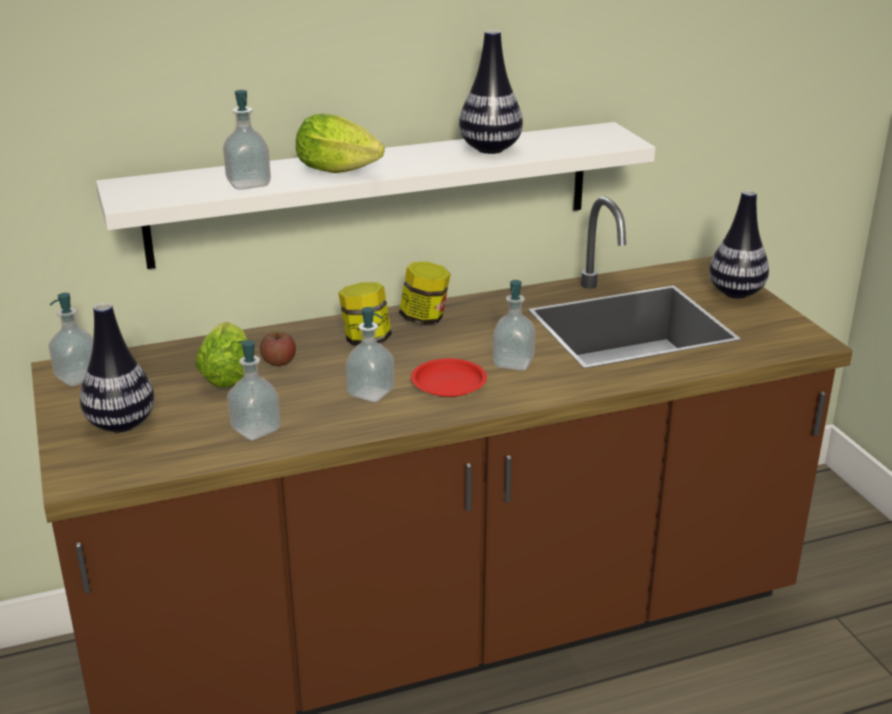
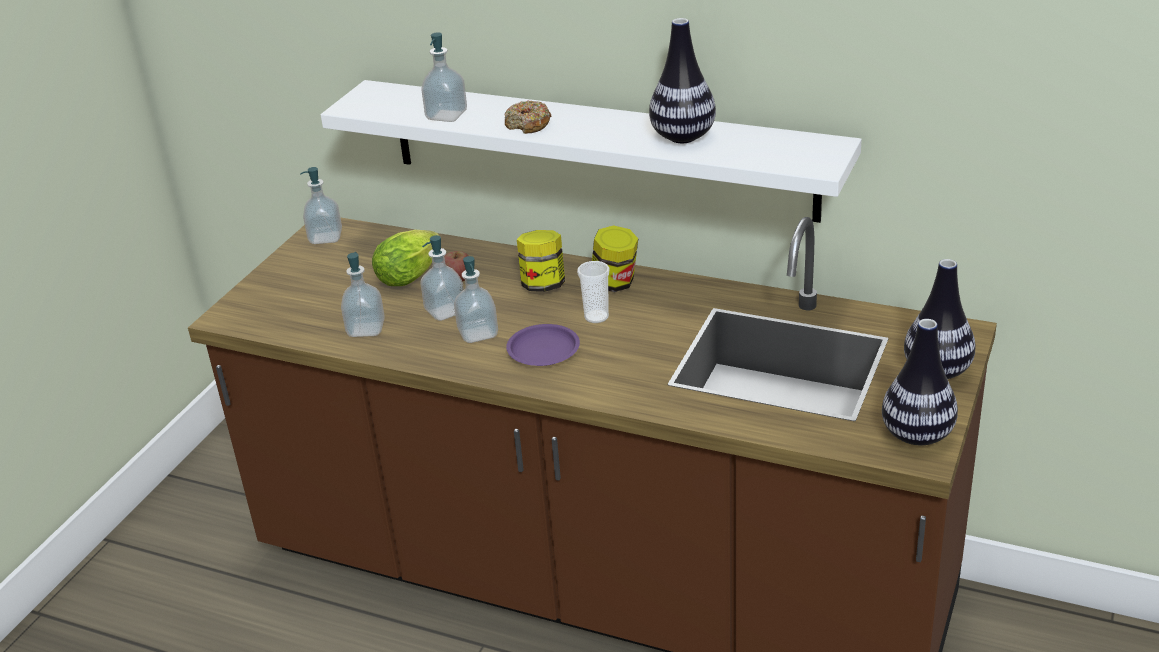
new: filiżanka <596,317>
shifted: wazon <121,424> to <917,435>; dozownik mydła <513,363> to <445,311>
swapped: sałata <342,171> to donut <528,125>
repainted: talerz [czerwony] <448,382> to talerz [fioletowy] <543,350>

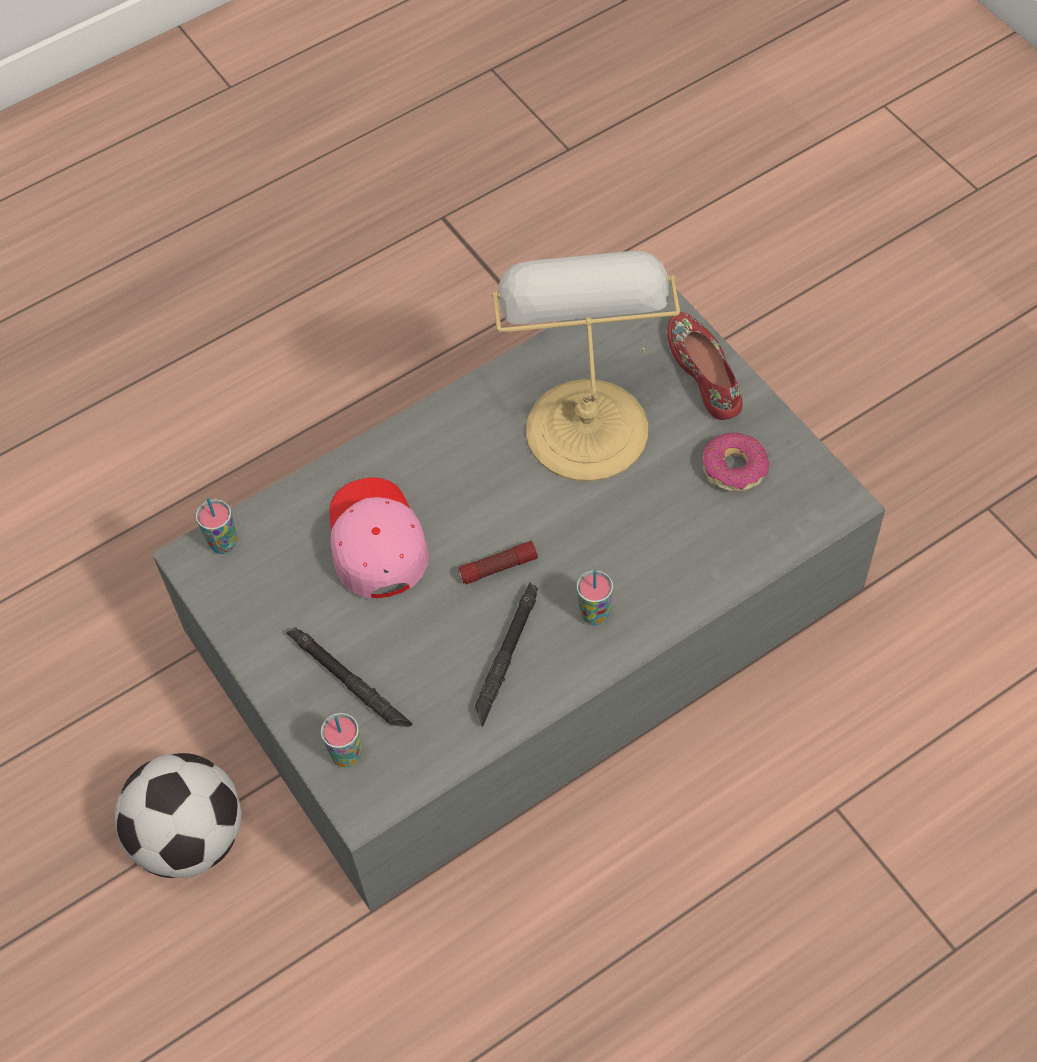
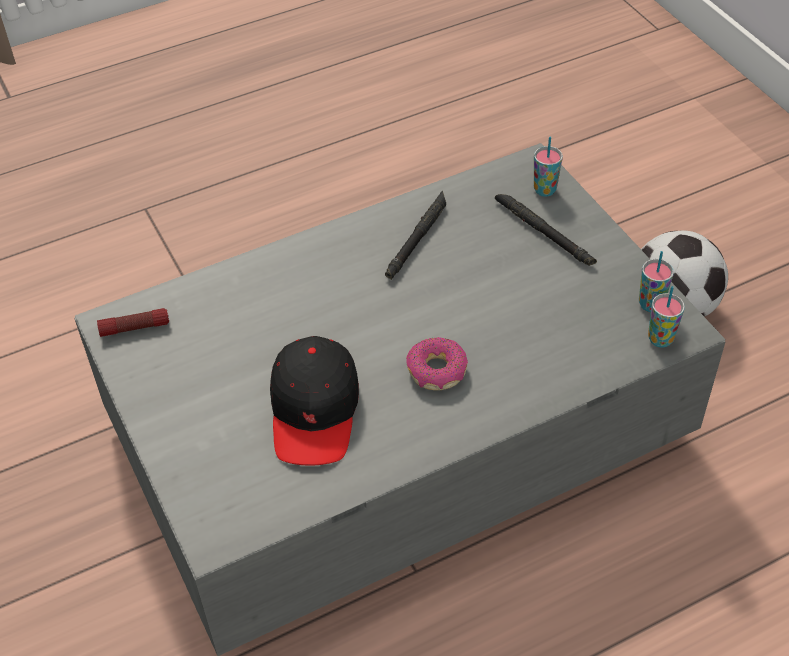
gone: czapka z daszkiem [różowy] <376,542>; but [czerwony] <705,371>
shifted: latarka <498,568> to <135,328>; filiżanka <594,614> to <650,304>; donut <734,468> to <436,371>
swapped: lampa stołowa <585,423> to czapka z daszkiem [czarny] <315,411>

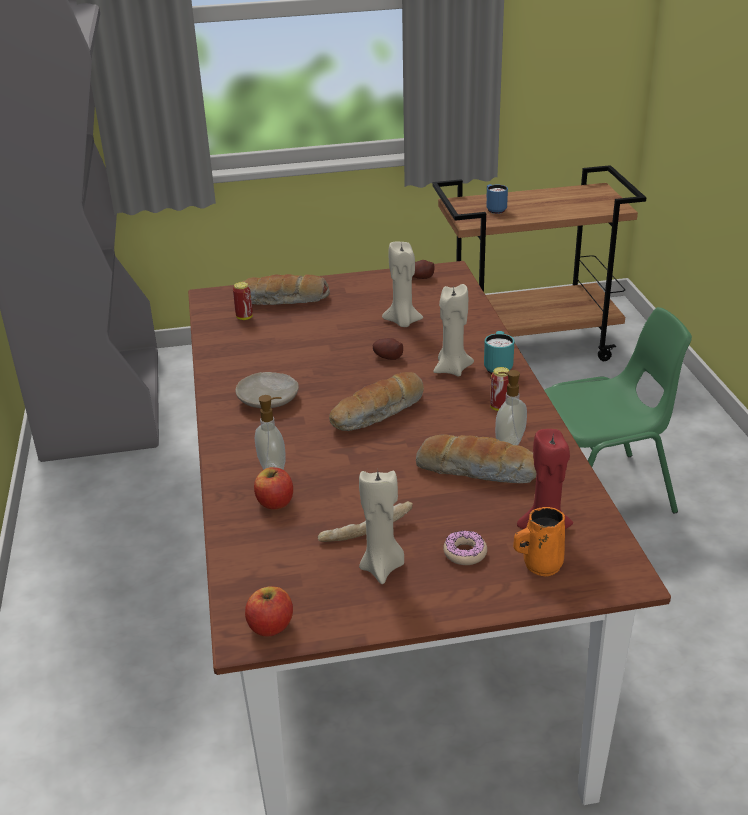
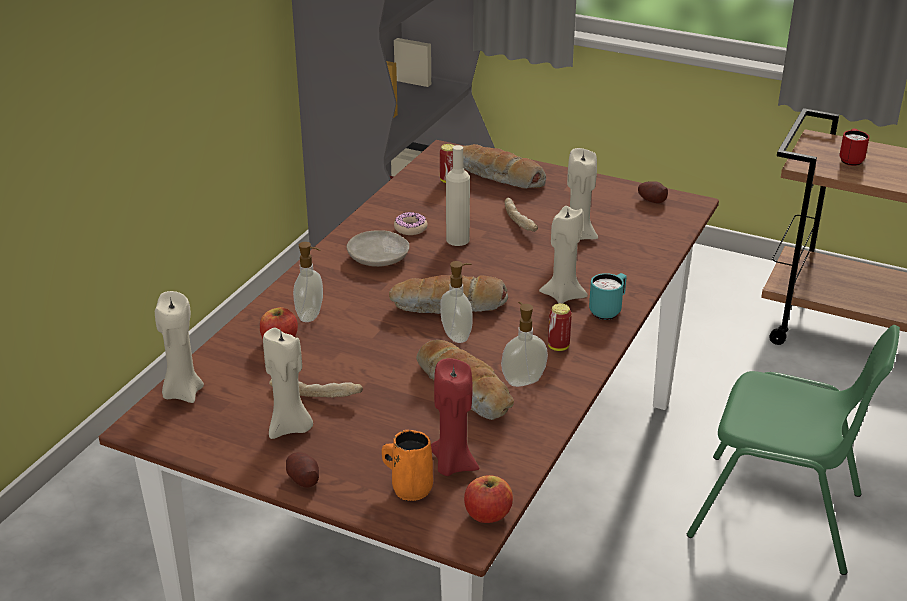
new: świeca [beżowy] <182,392>; dozownik mydła <457,335>; butelka [beżowy] <457,240>; chleb <520,222>
shifted: jabłko <270,626> to <487,514>; ziemniak <387,357> to <303,479>; donut <465,553> to <410,228>
repainted: kubek [niebieski] <494,209> to kubek [czerwony] <851,159>

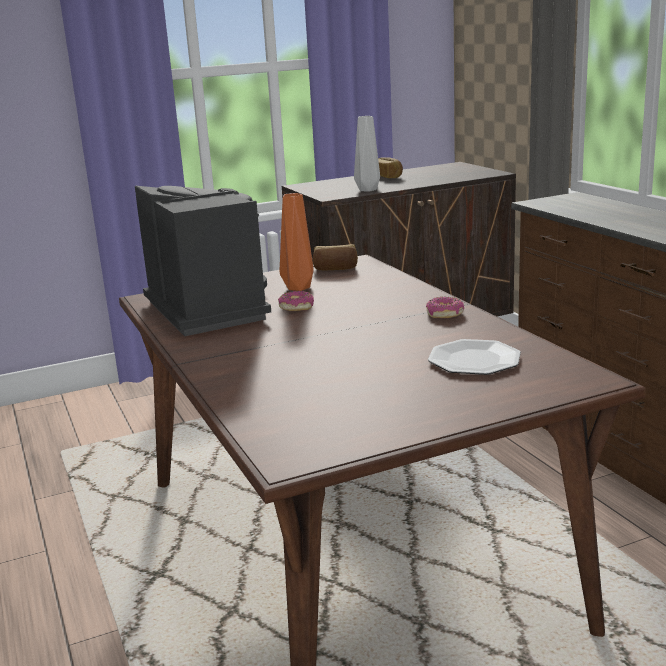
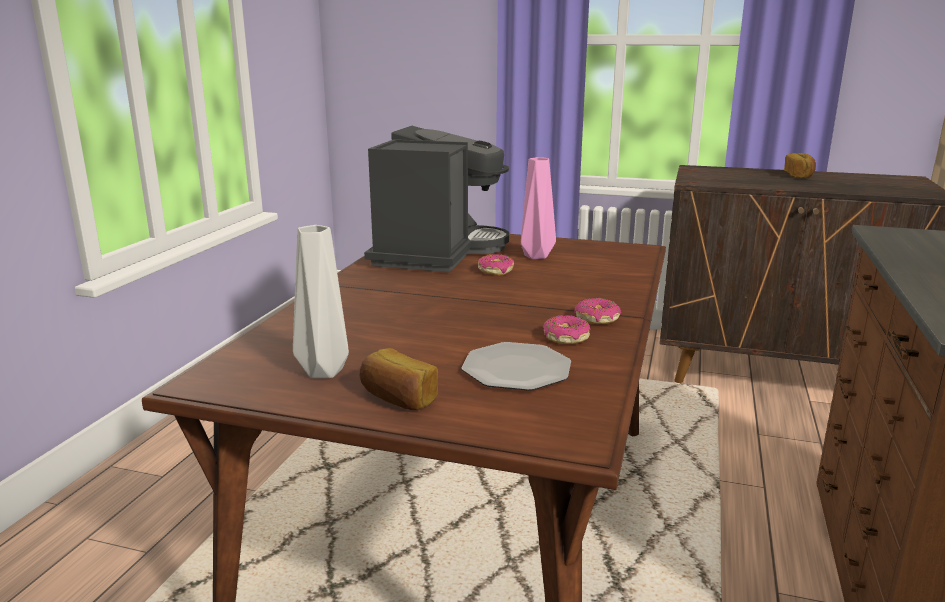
new: donut <565,338>
shifted: chleb <335,268> to <397,398>; wazon [szary] <369,190> to <323,373>
repainted: wazon [pomarańczowy] <300,287> to wazon [różowy] <538,256>

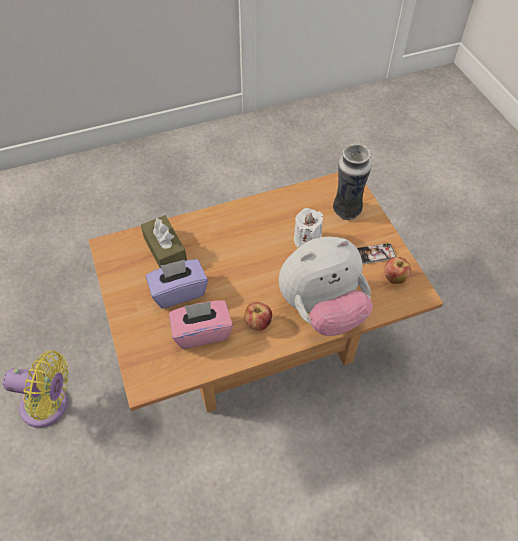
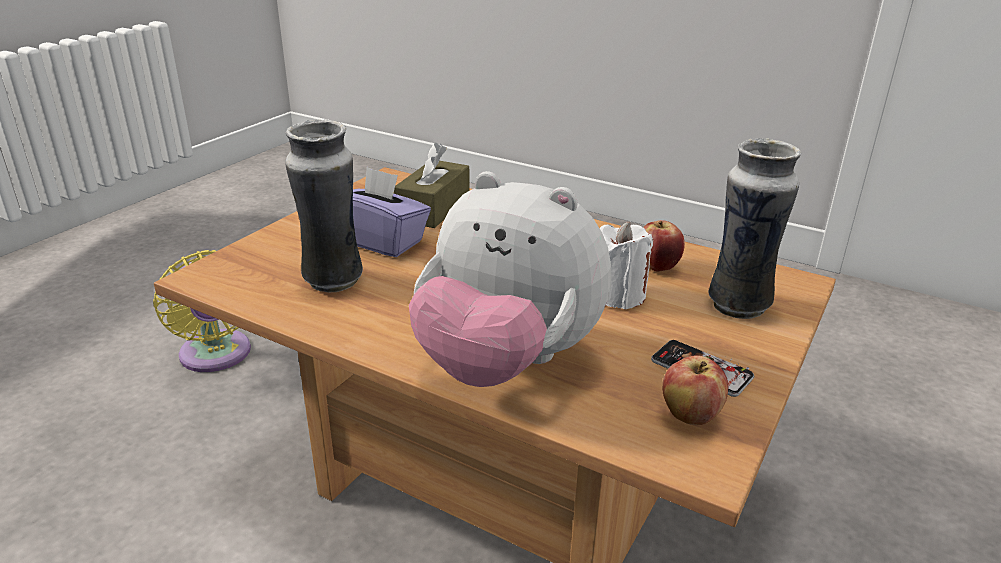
shifted: jabłko <258,323> to <657,266>
swapped: pudełko chusteczek [różowy] <202,332> to wazon <332,281>

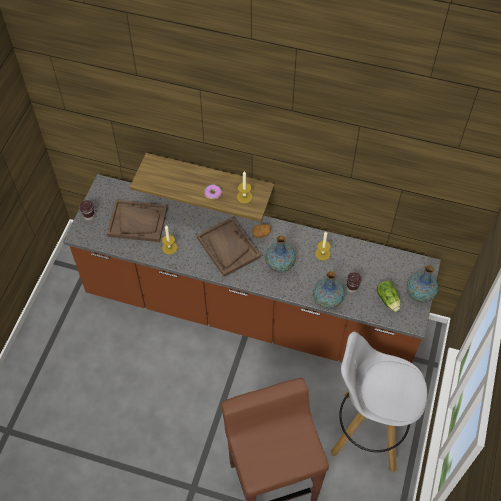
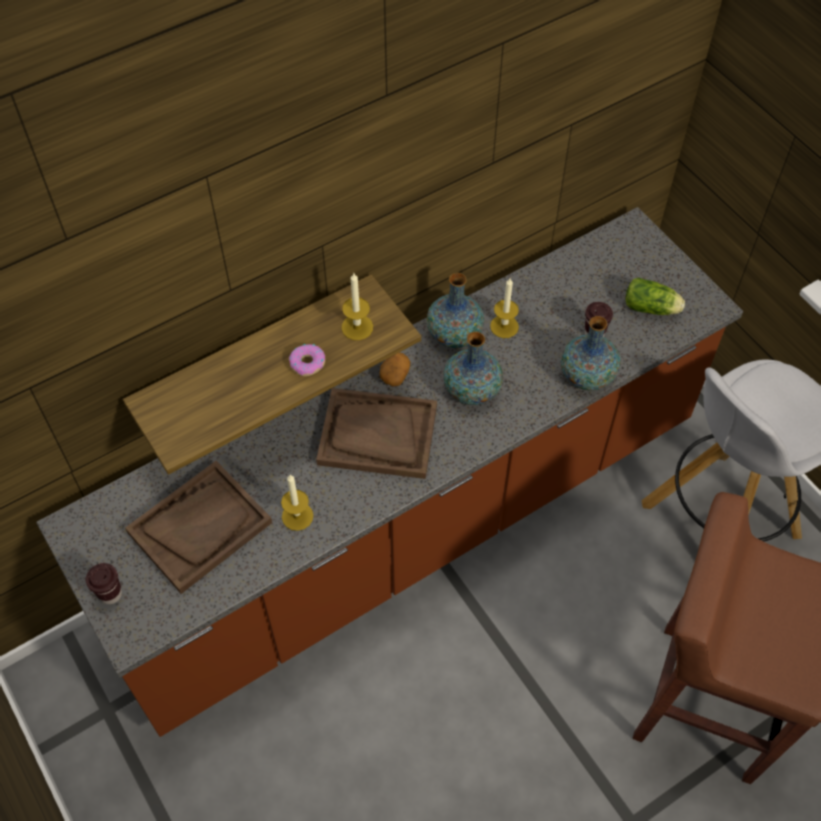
shifted: wazon <420,293> to <454,335>

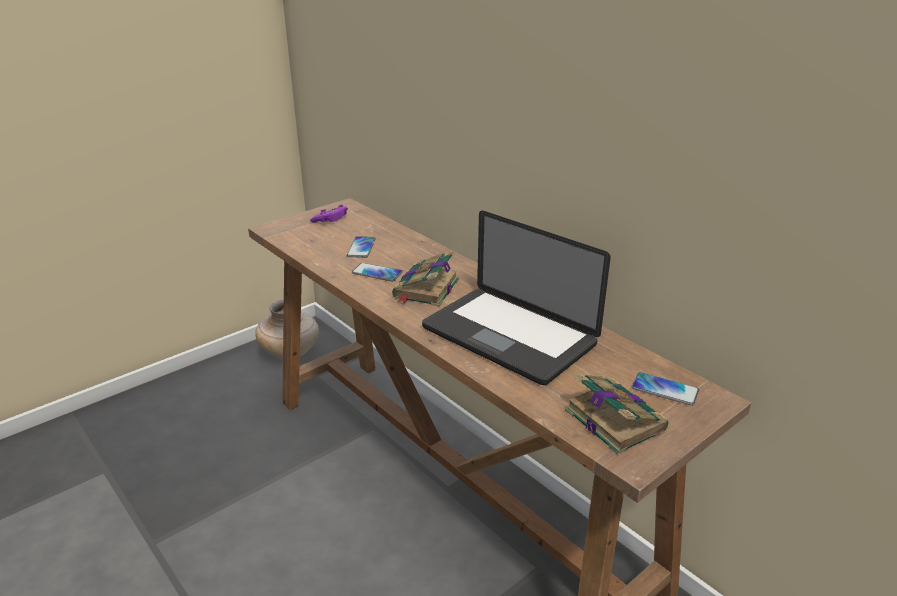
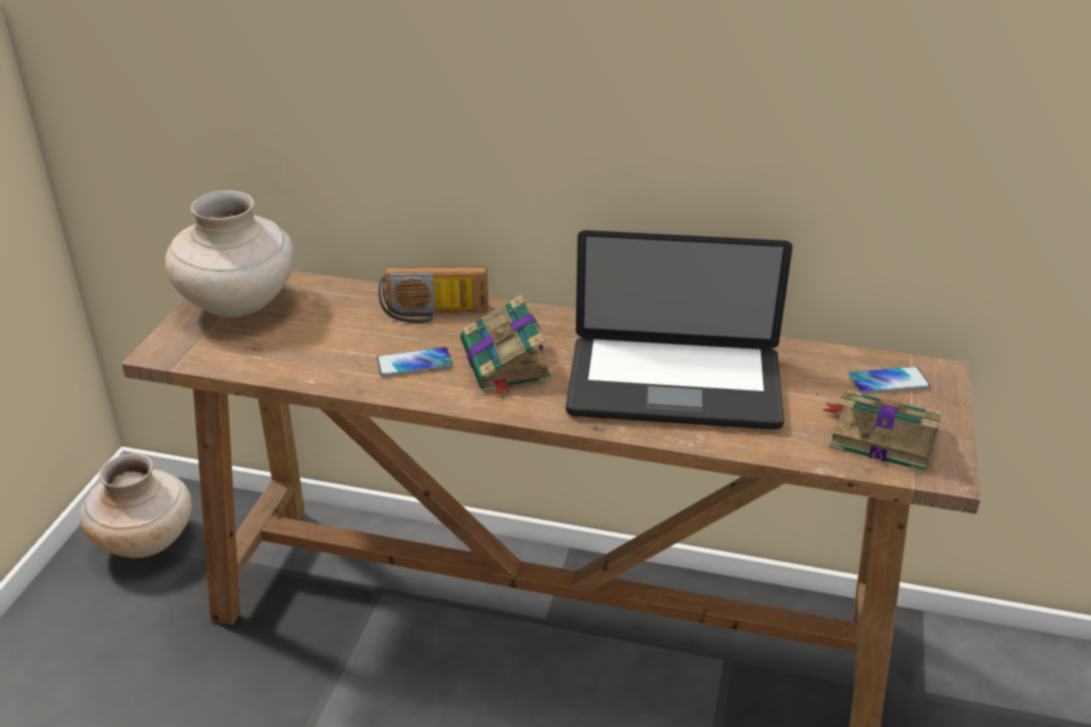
gone: telefon <361,248>
new: radio <434,314>
swapped: pad do gier [fioletowy] <331,219> to wazon [beżowy] <239,304>

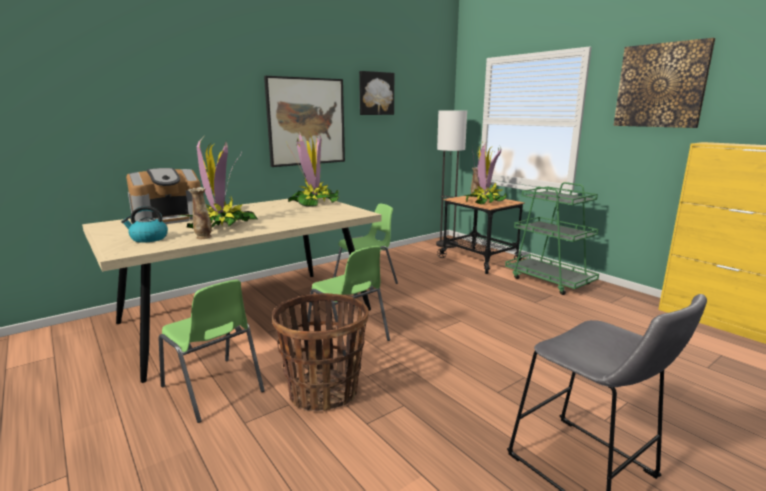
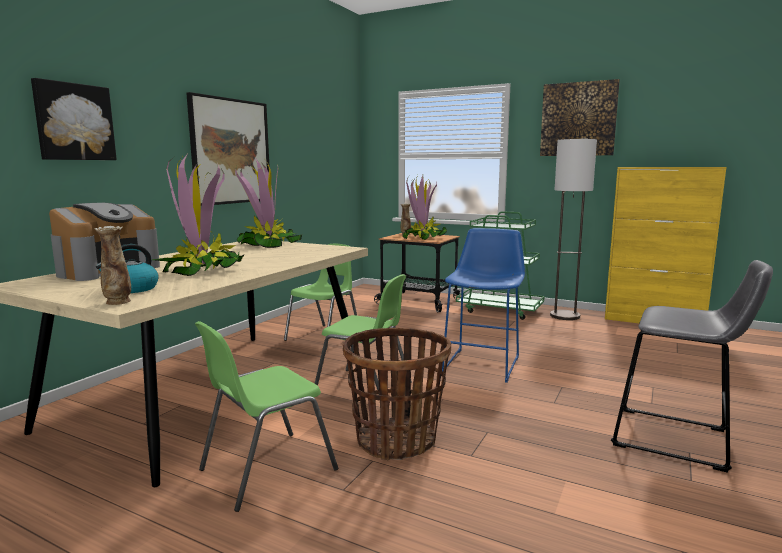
new: stołek [niebieski] <483,363>
shifted: wazon <203,237> to <117,302>; obraz <376,93> to <74,122>; lampa stojąca <447,244> to <565,316>
rotated: krzesło [zielony] <213,389> = <265,469> 120 degrees clockwise

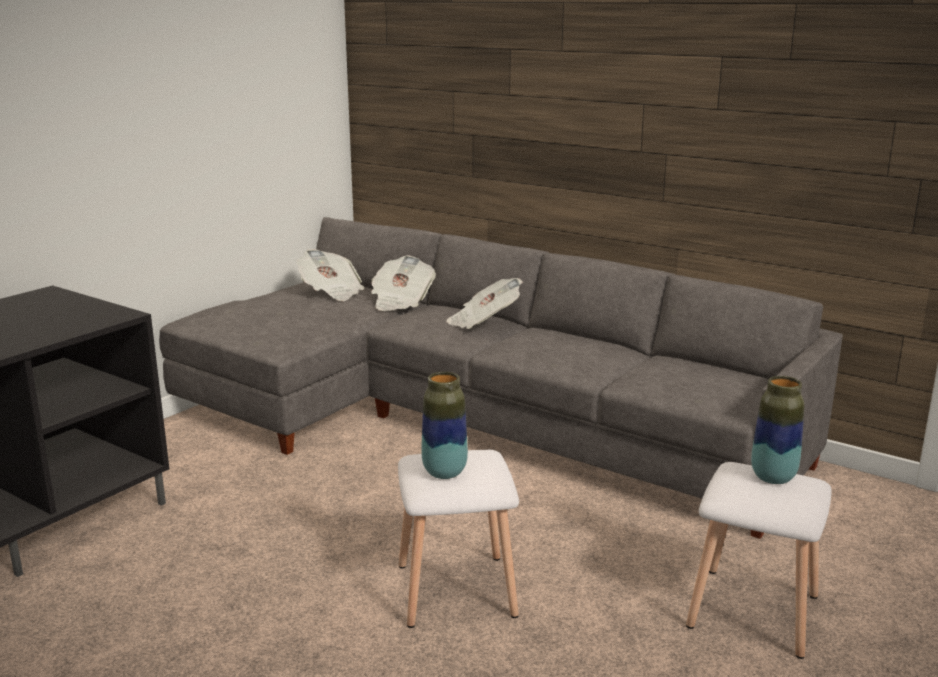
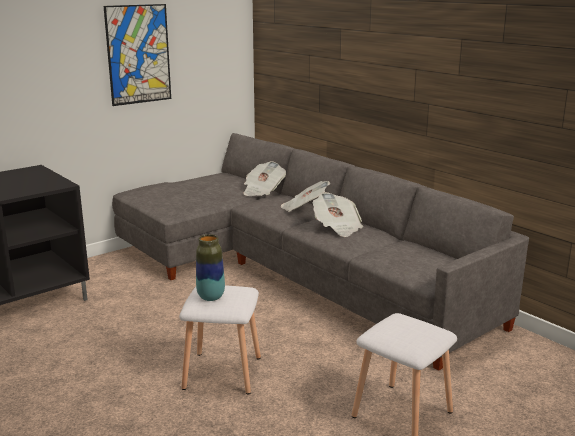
gone: wazon <773,478>
new: obraz <138,54>
shifted: gazeta <331,292> to <337,227>

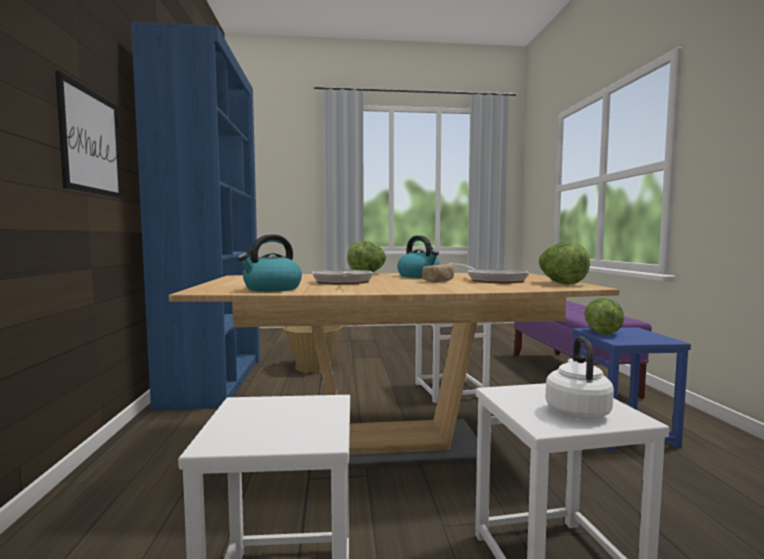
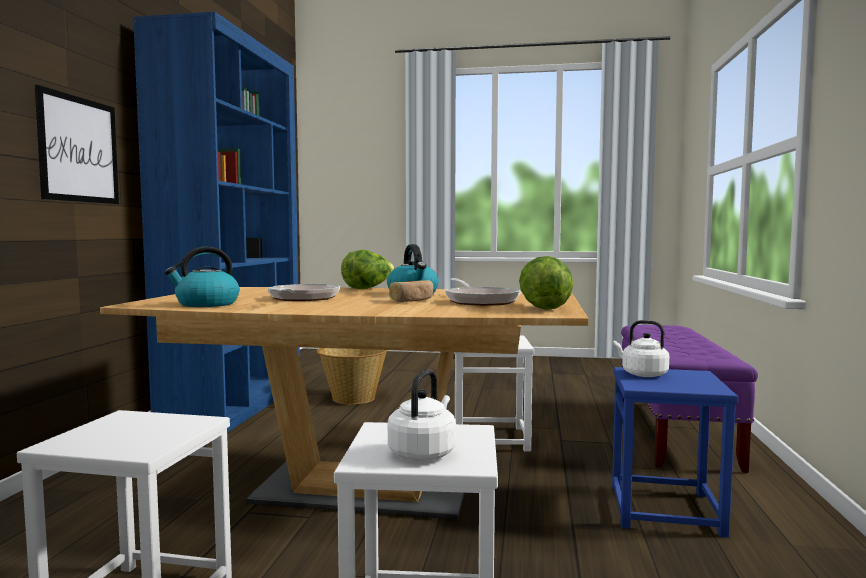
swapped: sałata <602,332> to czajnik [biały] <642,374>

